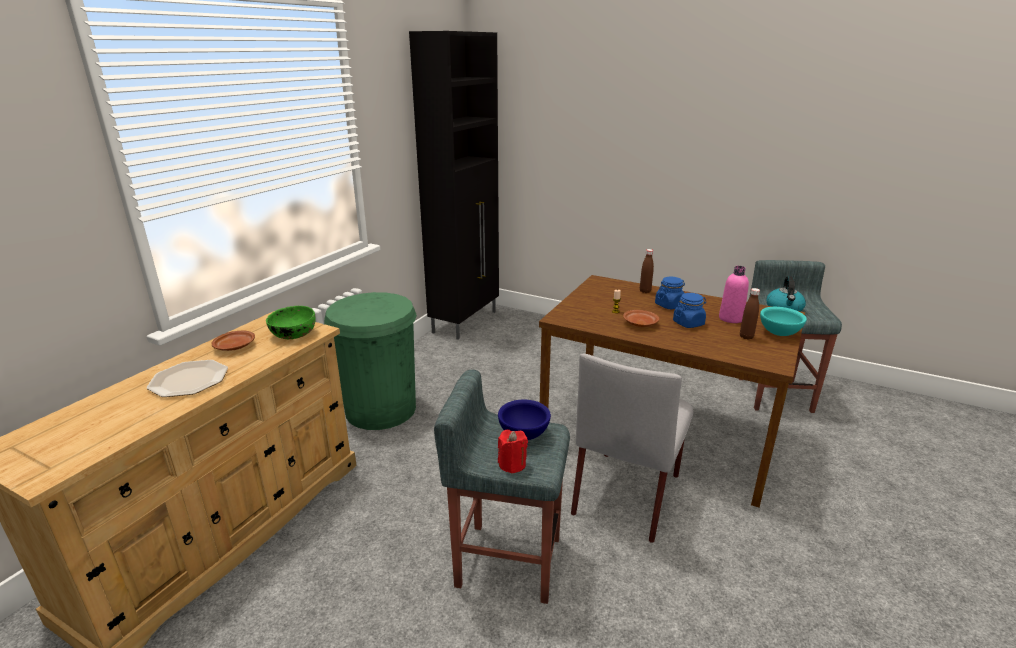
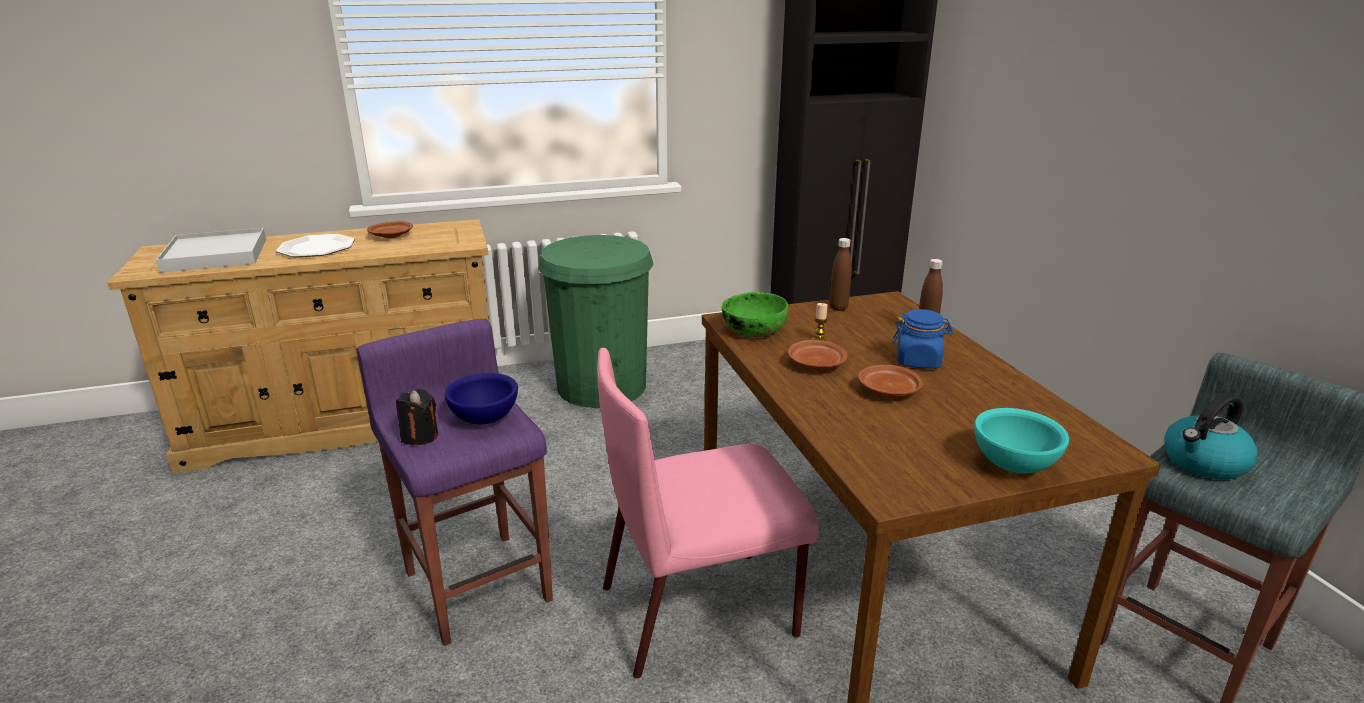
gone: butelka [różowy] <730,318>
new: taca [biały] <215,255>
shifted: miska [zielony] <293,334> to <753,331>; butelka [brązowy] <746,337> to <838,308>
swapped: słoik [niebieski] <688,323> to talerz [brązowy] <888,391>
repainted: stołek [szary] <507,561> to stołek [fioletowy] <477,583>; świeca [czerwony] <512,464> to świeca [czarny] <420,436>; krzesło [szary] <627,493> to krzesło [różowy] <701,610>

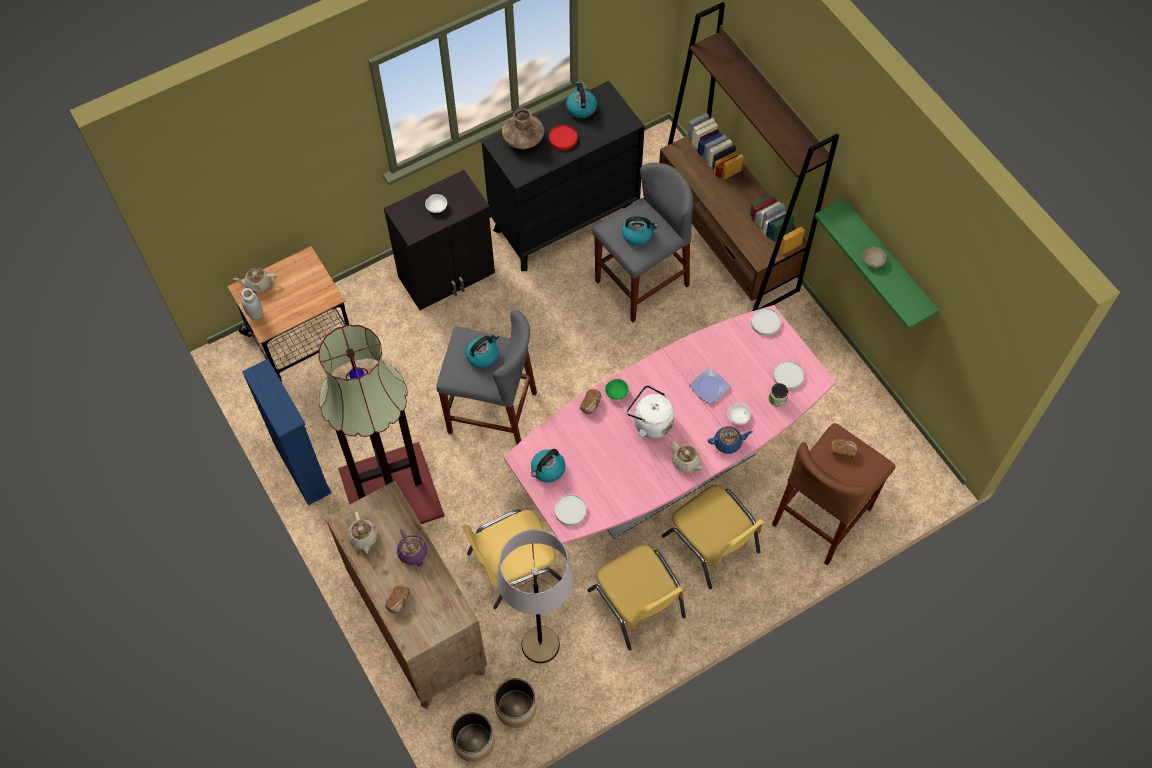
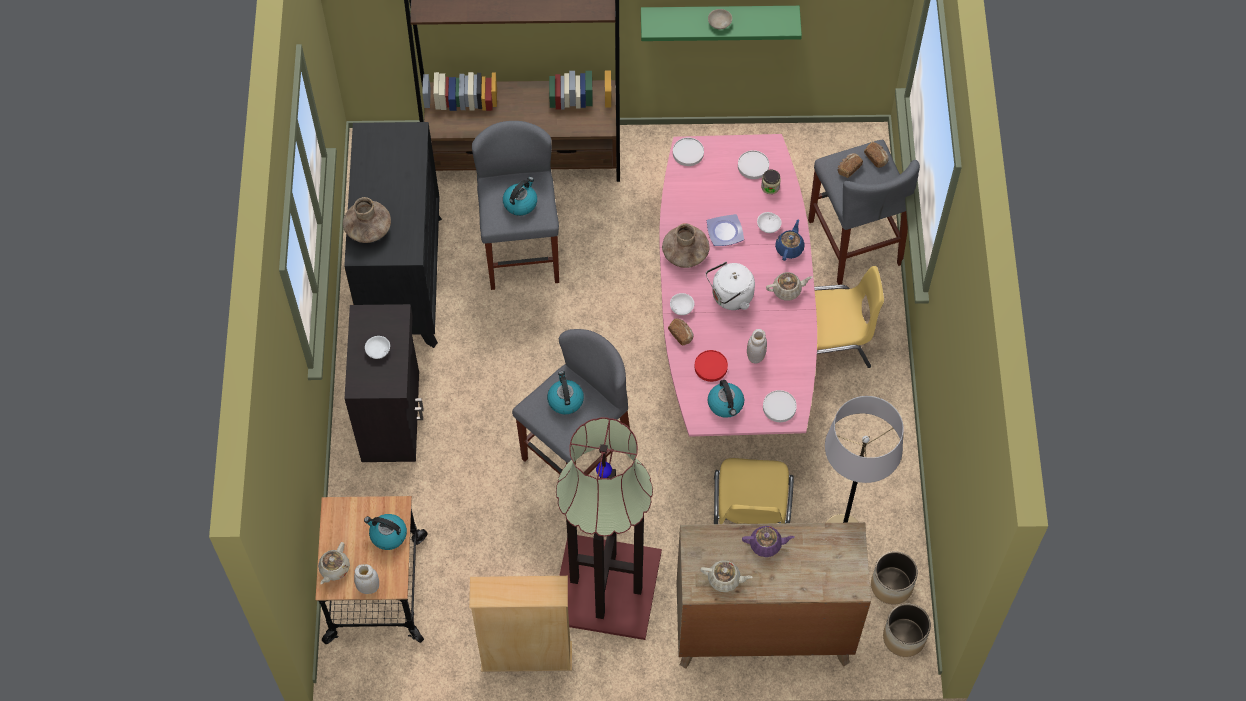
gone: krzesło [żółty] <637,604>
new: wazon [brązowy] <685,253>; słoik [biały] <755,356>
shifted: chleb <399,601> to <876,158>; talerz [czerwony] <563,138> to <710,366>; czajnik <581,108> to <387,535>
repainted: regał [niebieski] <302,469> to regał [beżowy] <526,657>; miska [zielony] <616,393> to miska [biały] <682,308>; stołek [brązowy] <822,516> to stołek [szary] <854,242>

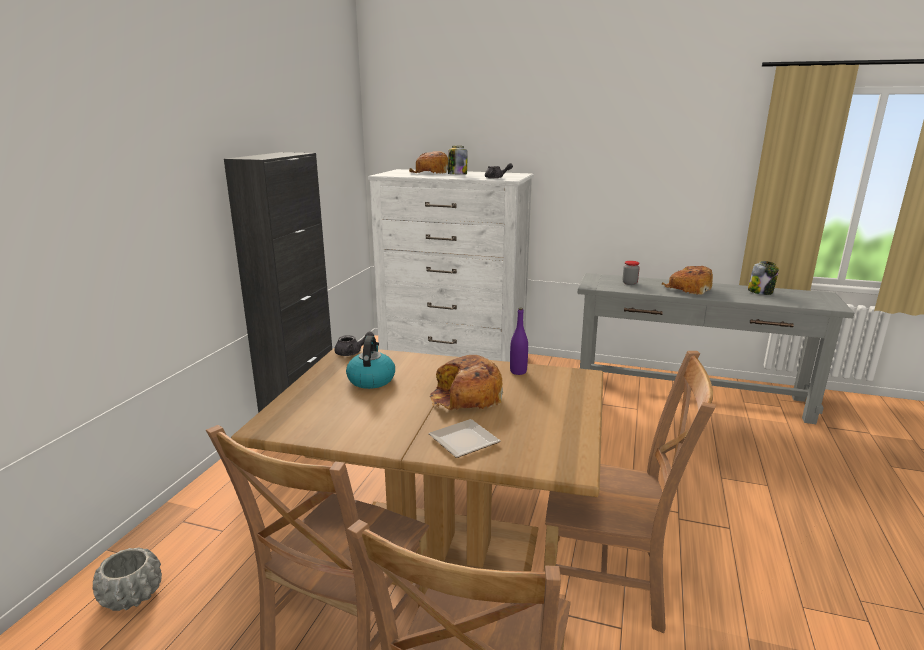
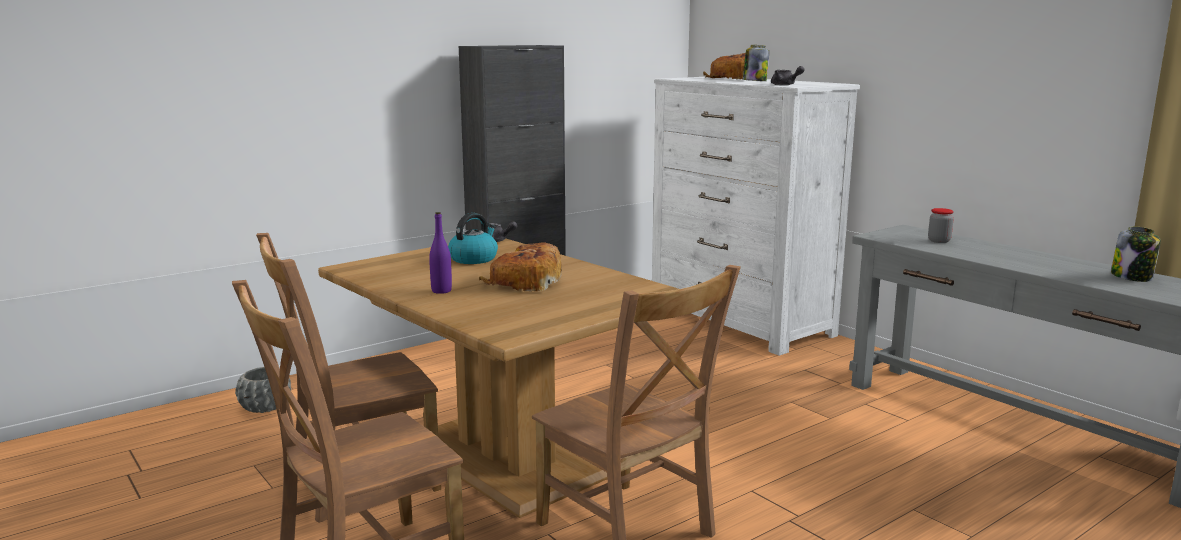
gone: talerz <466,441>; chleb <687,288>
shifted: butelka [fioletowy] <518,371> to <441,291>

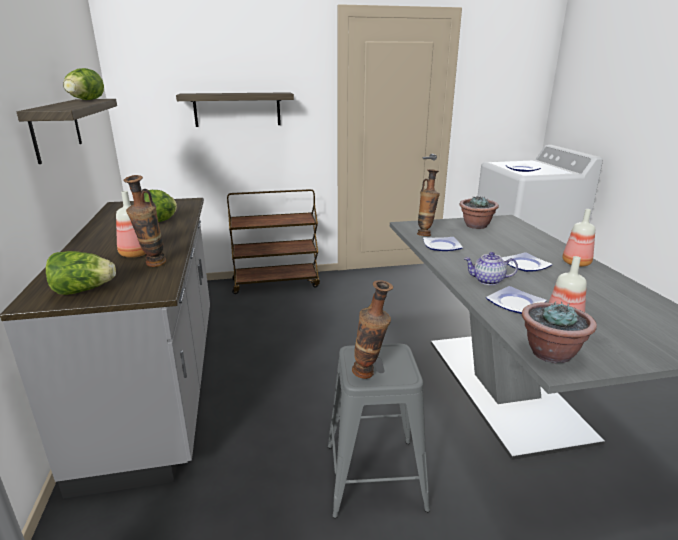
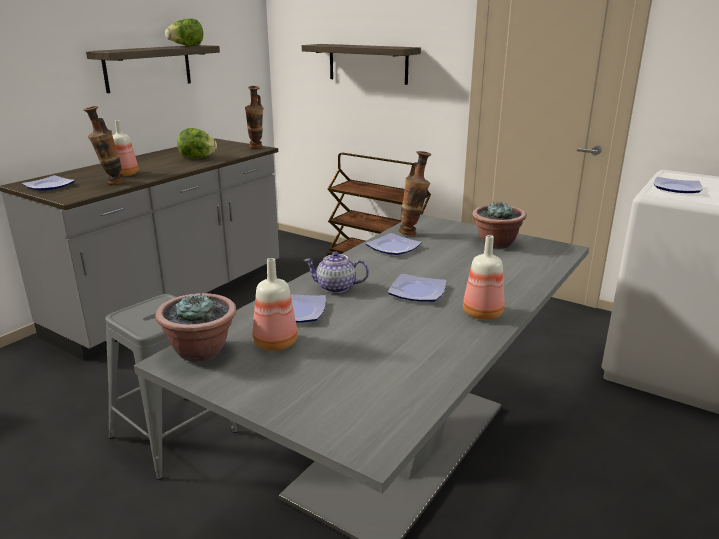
shifted: wazon <370,375> to <256,148>
swapped: sałata <83,290> to talerz <49,186>
rotated: imbryk <488,281> = <336,287> 45 degrees counterclockwise

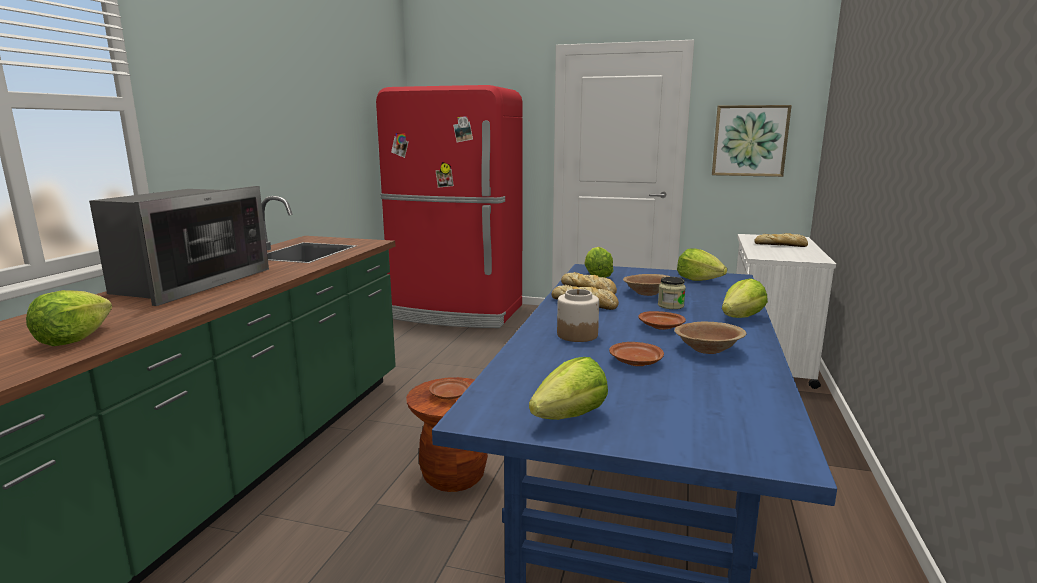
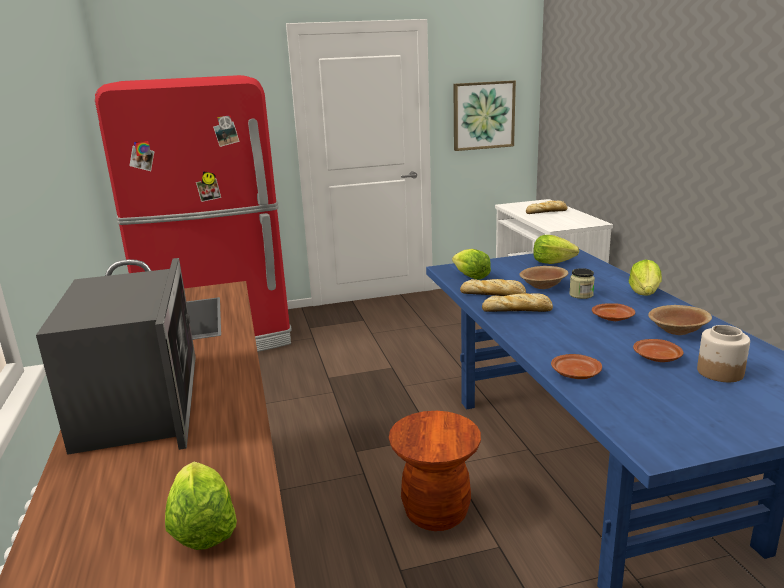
gone: sałata <570,416>
shifted: talerz [brązowy] <449,395> to <575,374>; słoik <577,335> to <719,372>

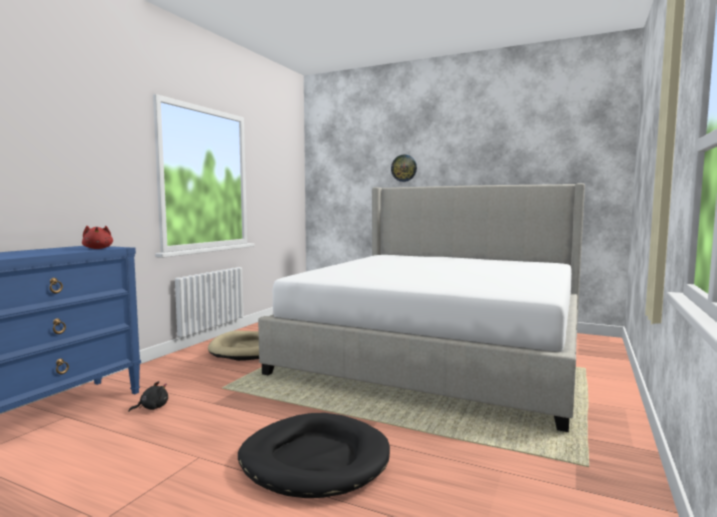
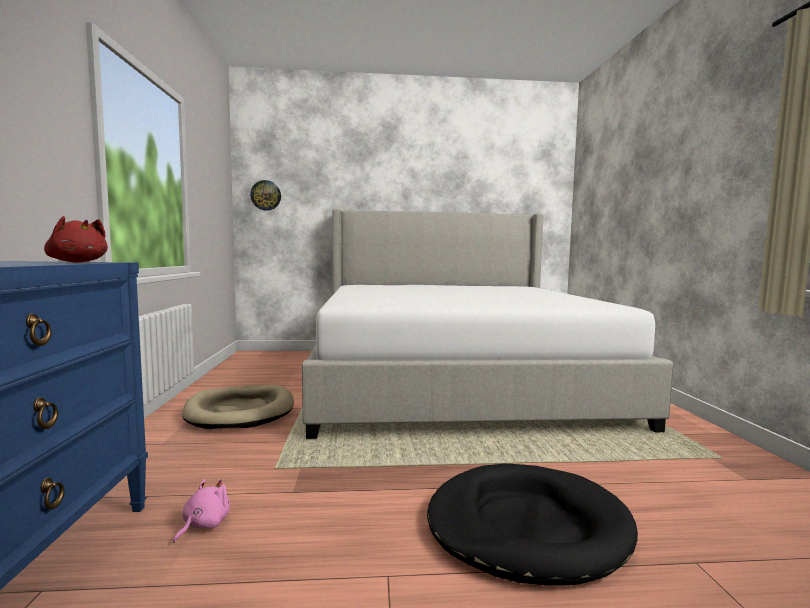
shifted: zegar ścienny <404,168> to <266,195>
repainted: pluszak [czarny] <152,408> to pluszak [różowy] <203,525>

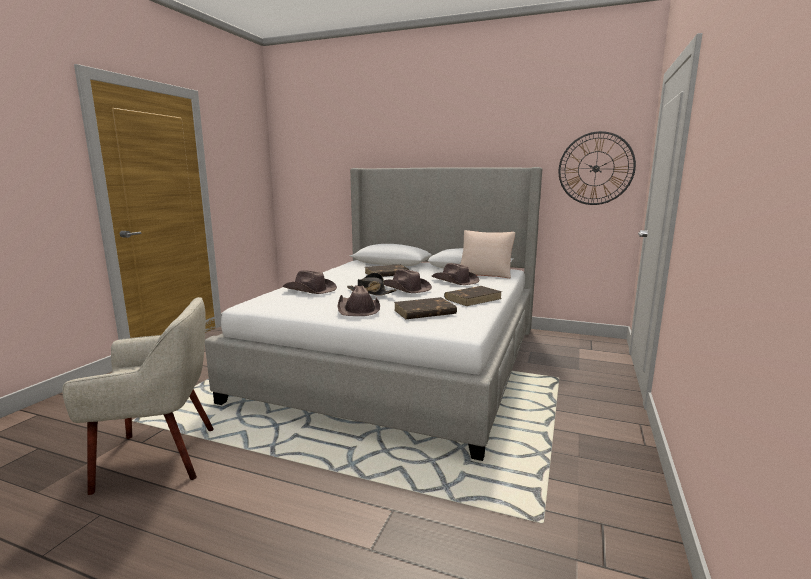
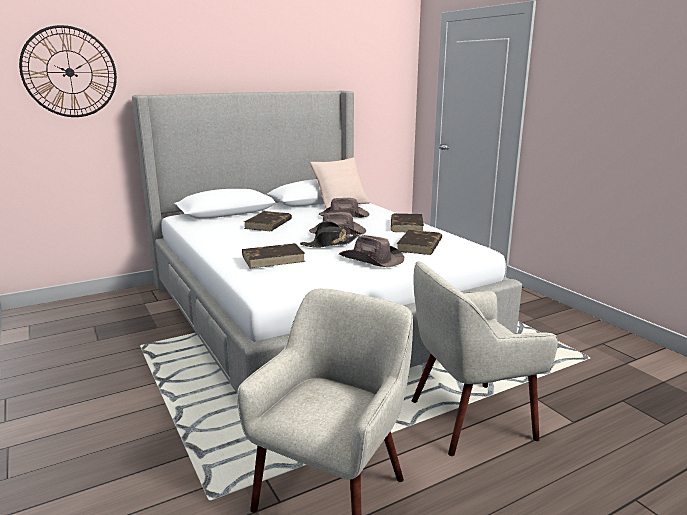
new: fotel [beżowy] <469,418>
shifted: zegar ścienny <596,168> to <69,72>
swapped: kapelusz [brązowy] <310,290> to książka [brązowy] <274,258>

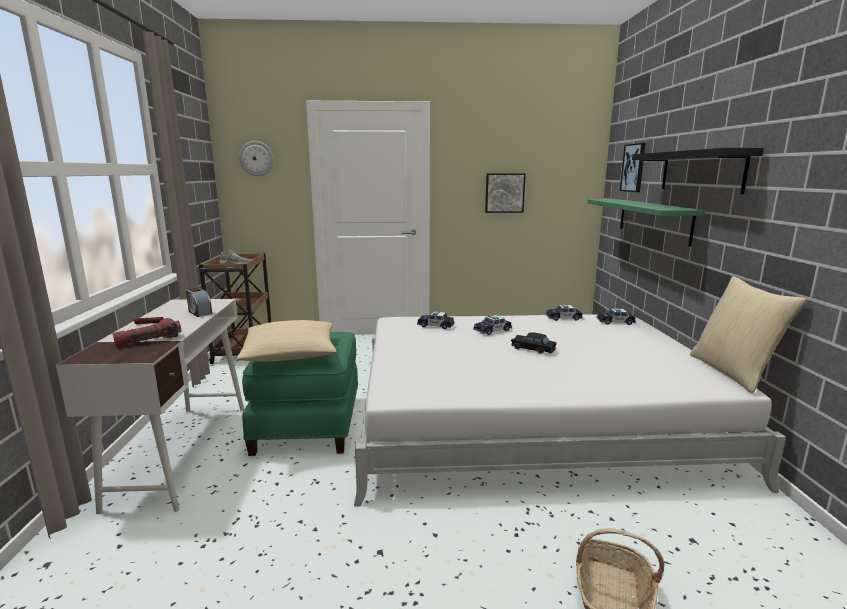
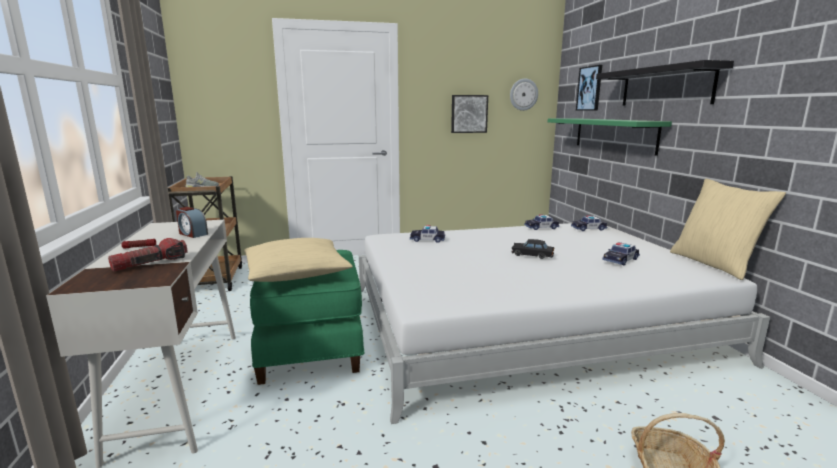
shifted: zegar ścienny <257,158> to <523,94>; samochodzik <492,330> to <620,260>

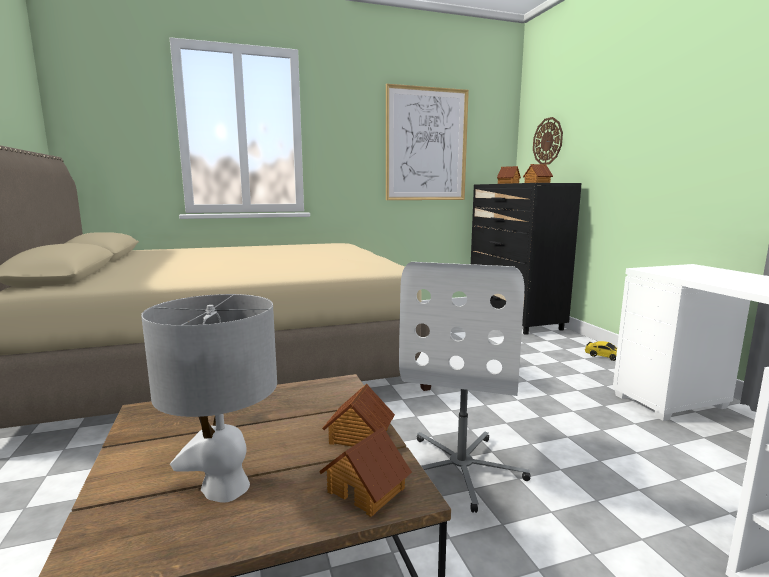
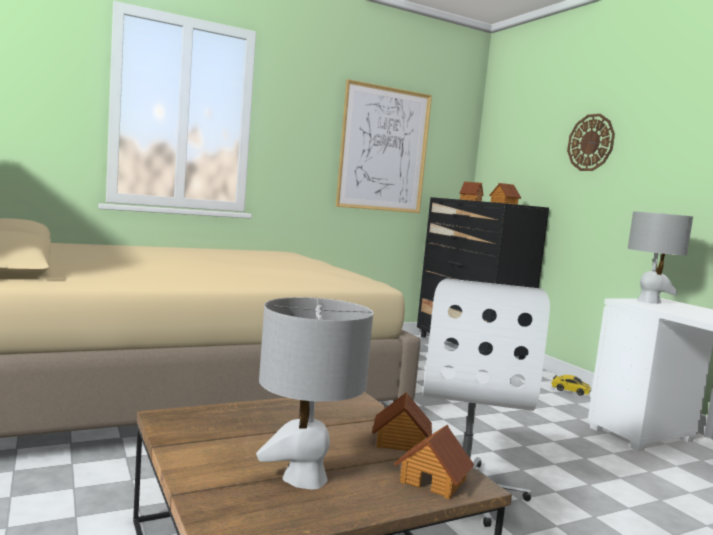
new: lampa stołowa [szary] <649,301>
shifted: zegar ścienny <547,141> to <590,142>

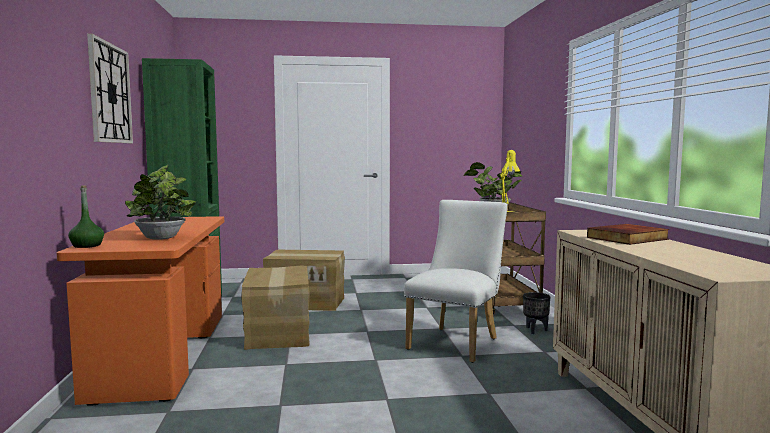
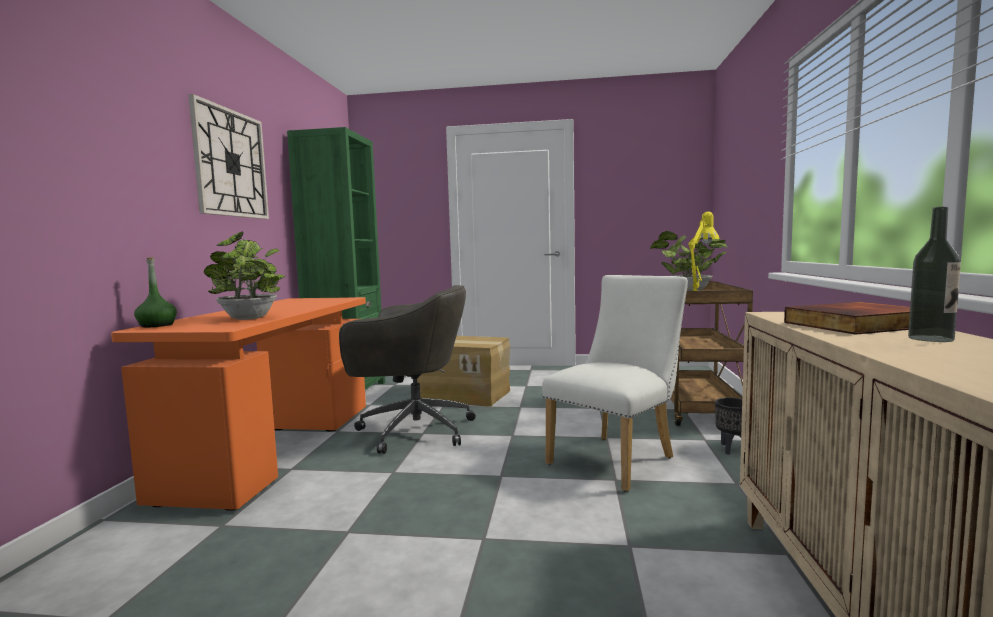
new: butelka <930,339>
swapped: karton <279,333> to krzesło biurowe [szary] <412,430>

